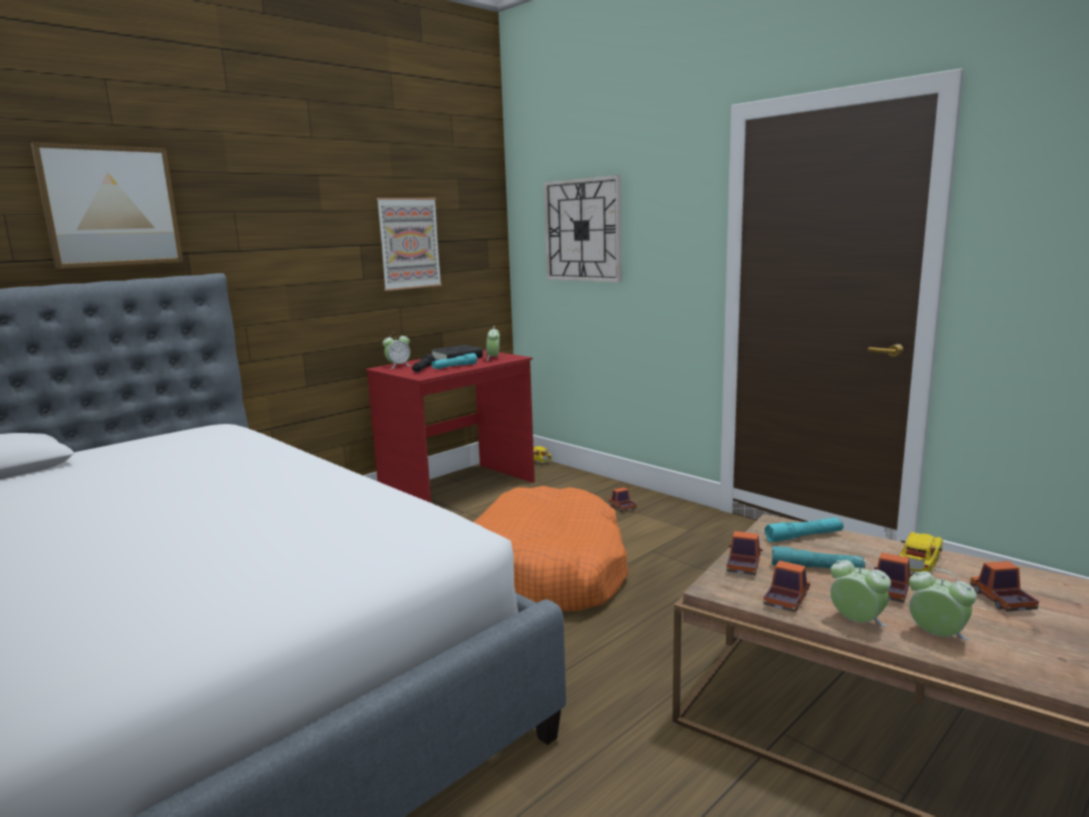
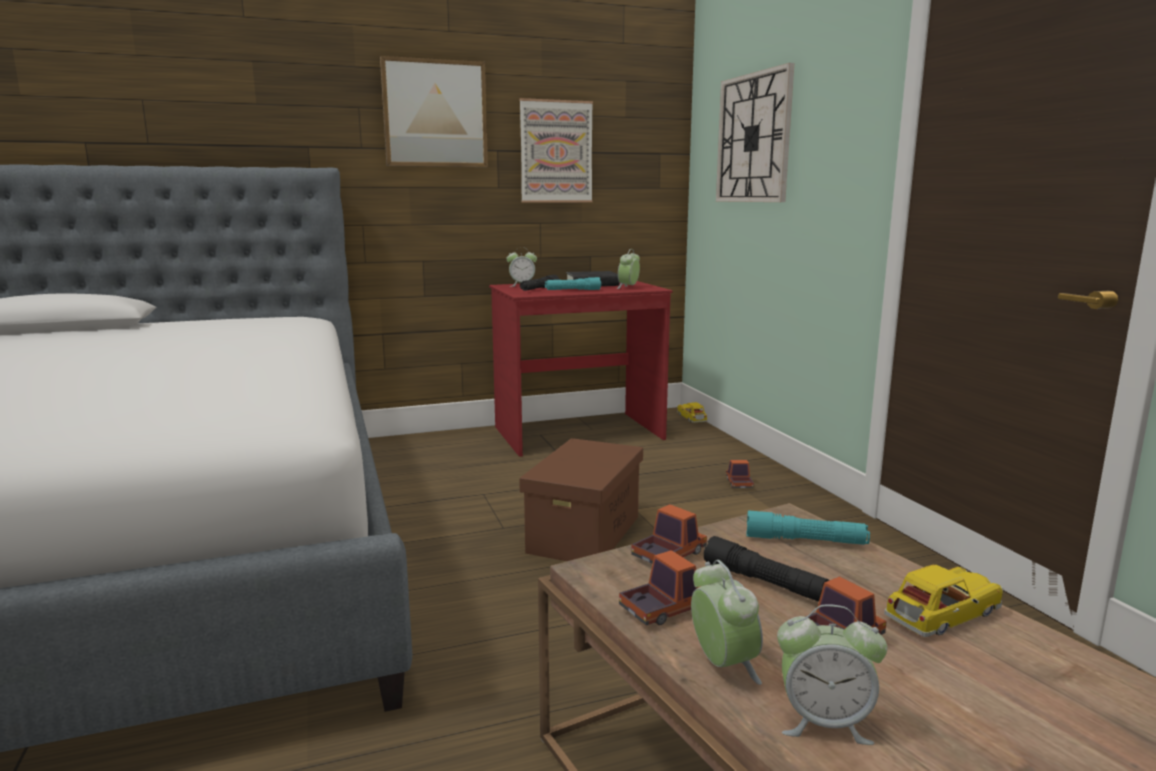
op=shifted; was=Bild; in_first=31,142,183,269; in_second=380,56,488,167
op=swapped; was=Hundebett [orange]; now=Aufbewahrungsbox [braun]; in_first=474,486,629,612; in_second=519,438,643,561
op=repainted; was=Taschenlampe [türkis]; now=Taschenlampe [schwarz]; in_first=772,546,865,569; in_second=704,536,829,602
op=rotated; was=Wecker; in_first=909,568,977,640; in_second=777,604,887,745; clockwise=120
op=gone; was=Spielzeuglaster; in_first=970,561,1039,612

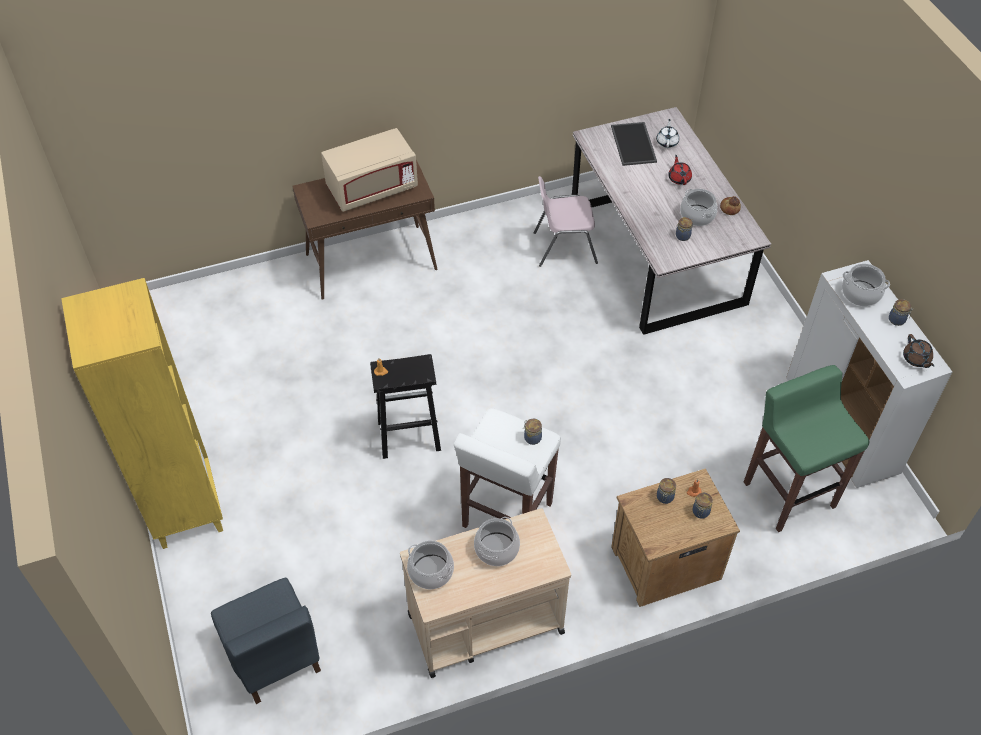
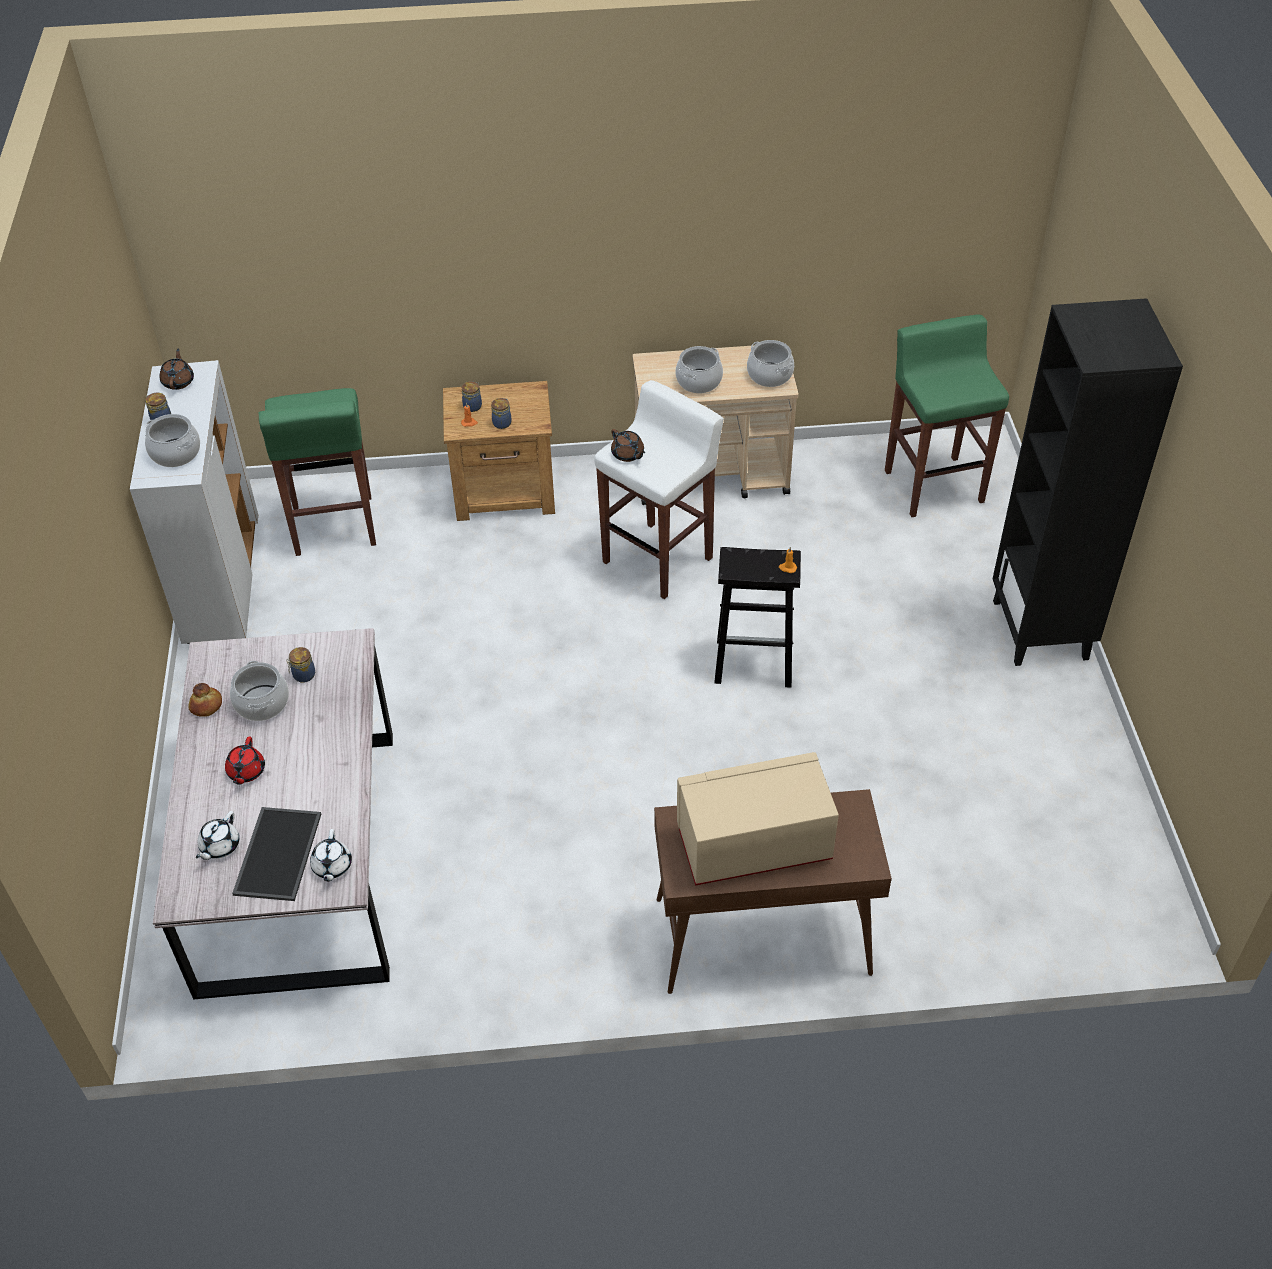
op=new; now=Teekanne [weiß]; in_second=310,829,352,881
op=swapped; was=Vorratsglas; now=Teekanne [braun]; in_first=523,419,542,445; in_second=611,429,645,462
op=swapped; was=Stuhl [blau]; now=Hocker [grün]; in_first=211,577,321,704; in_second=885,315,1009,517
op=repainted; was=Bücherregal [gelb]; now=Bücherregal [schwarz]; in_first=61,278,223,549; in_second=993,298,1183,666
op=gone; was=Stuhl [rosa]; in_first=533,176,598,267

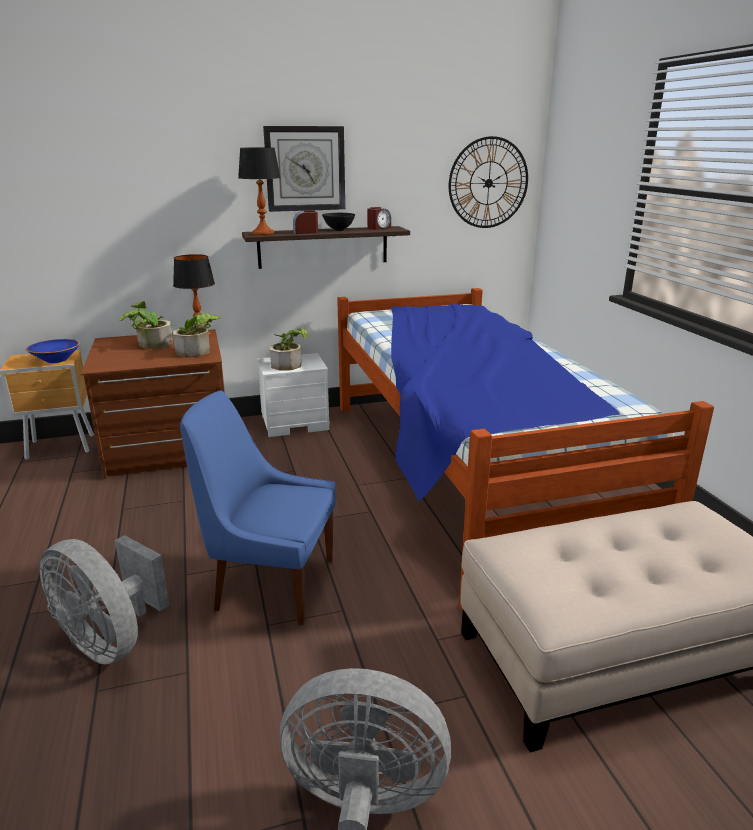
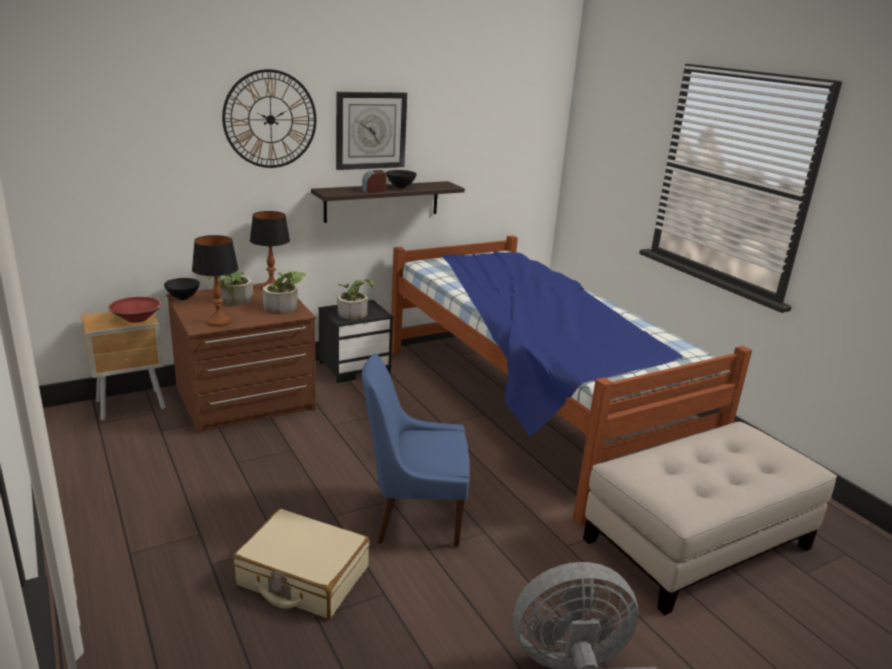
op=repainted; was=Schüssel [blau]; now=Schüssel [rot]; in_first=26,339,80,363; in_second=108,297,162,323
op=new; now=Schüssel [schwarz]; in_second=164,278,200,300
op=shifted; was=Tischlampe; in_first=238,147,281,236; in_second=192,235,239,327
op=shifted; was=Wanduhr; in_first=449,136,528,228; in_second=222,69,316,168
op=swapped; was=Ventilator [grau]; now=Koffer [beige]; in_first=39,535,169,665; in_second=232,508,370,619
op=repainted; was=Nachttisch [weiß]; now=Nachttisch [schwarz]; in_first=257,353,330,437; in_second=319,300,393,383
op=gone; was=Wecker; in_first=367,207,391,230

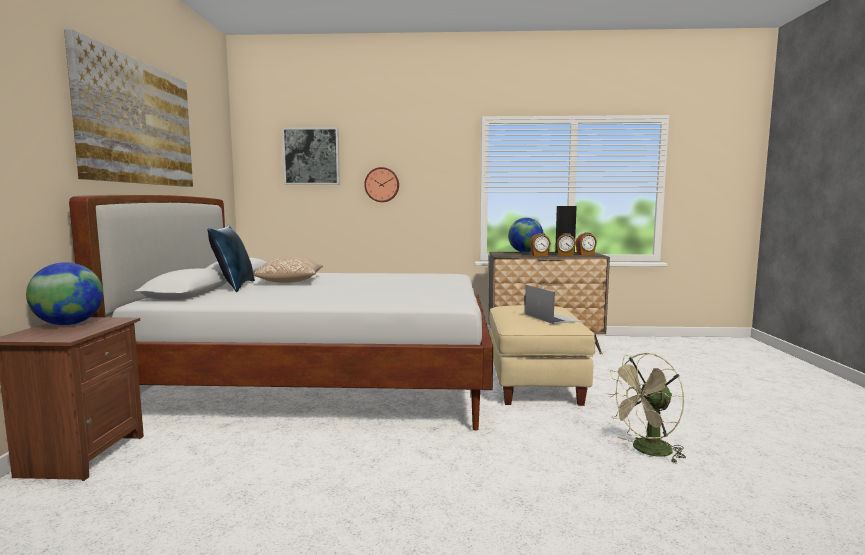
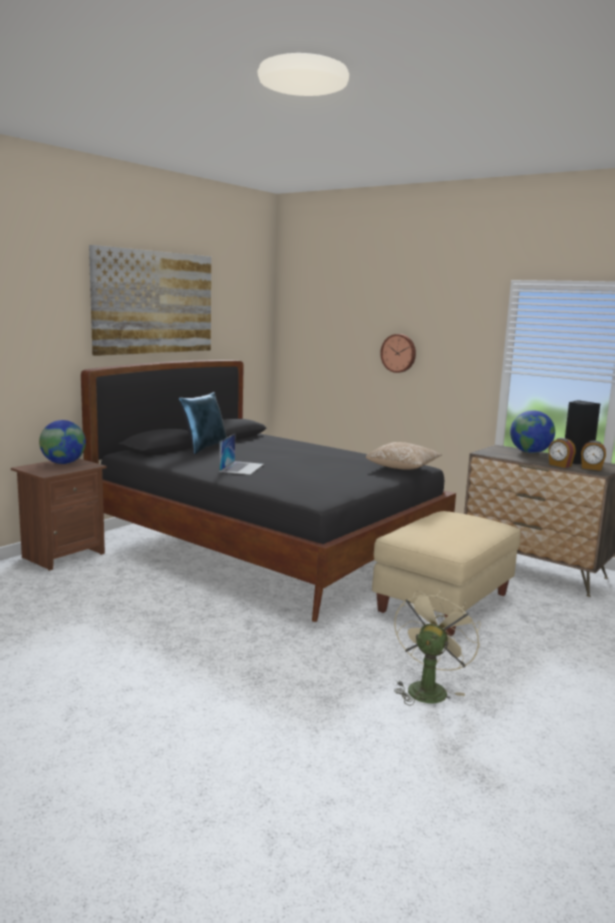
op=repainted; was=Bett [weiß]; now=Bett [schwarz]; in_first=69,195,493,431; in_second=81,360,456,622
op=shifted; was=Laptop; in_first=525,285,581,324; in_second=219,434,264,475
op=shifted; was=Kissen; in_first=254,257,323,283; in_second=366,442,442,470
op=rotated; was=Ventilator [beige]; in_first=606,353,686,464; in_second=394,588,481,706; clockwise=105
op=gone; was=Bild; in_first=282,127,340,185
op=gone; was=Wecker; in_first=530,233,551,256

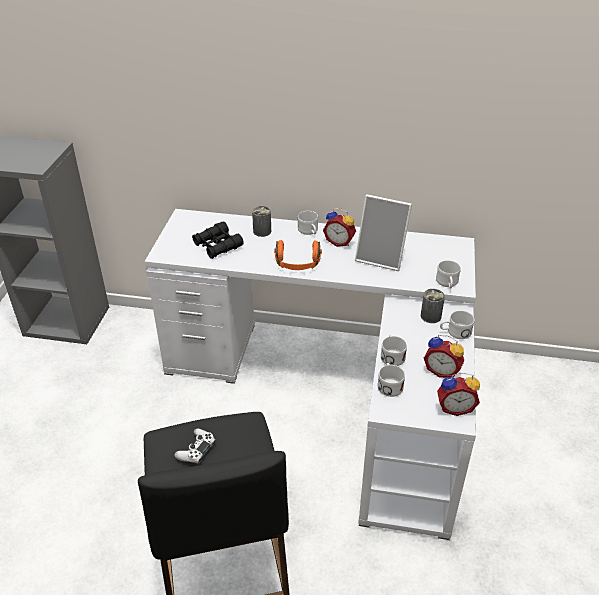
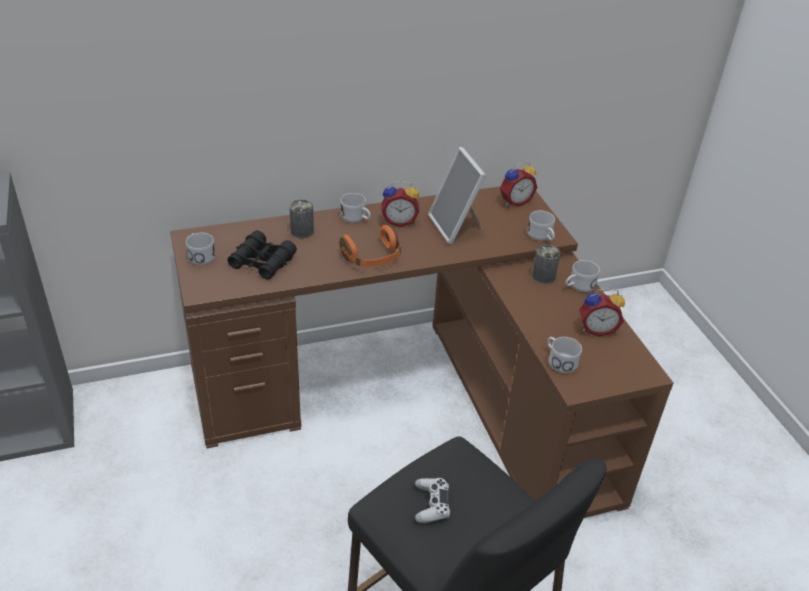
op=repainted; was=Schreibtisch [weiß]; now=Schreibtisch [braun]; in_first=145,209,476,540; in_second=170,187,673,518
op=shifted; was=Henkelbecher [weiß]; in_first=381,334,407,366; in_second=186,233,216,265
op=rotated; was=Bilderrahmen; in_first=355,194,412,271; in_second=428,147,486,244; clockwise=75
op=shifted; was=Wecker; in_first=437,373,480,416; in_second=500,161,537,206

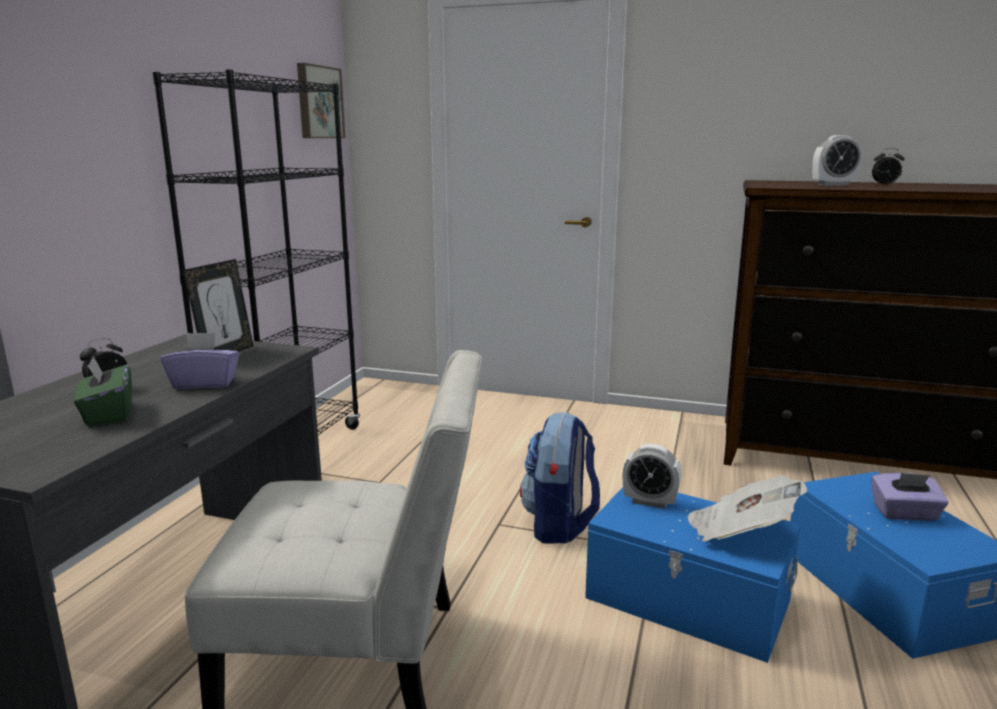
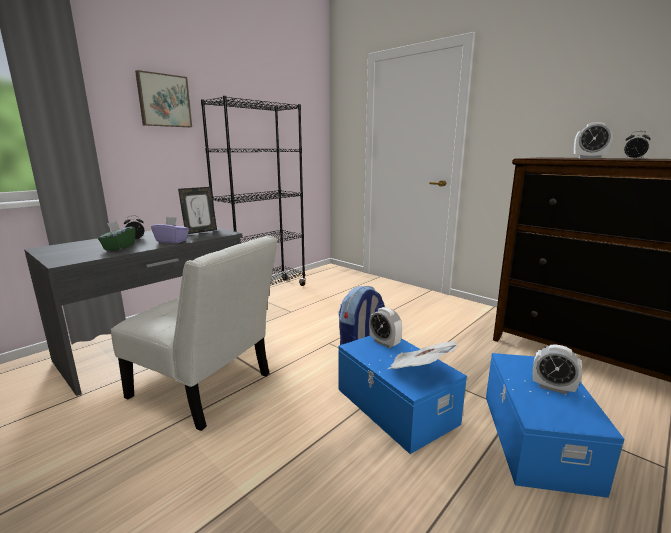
op=shifted; was=Bild; in_first=297,63,345,138; in_second=135,70,192,127
op=swapped; was=Taschentuchbox [lila]; now=Wecker; in_first=871,473,949,521; in_second=533,344,582,395

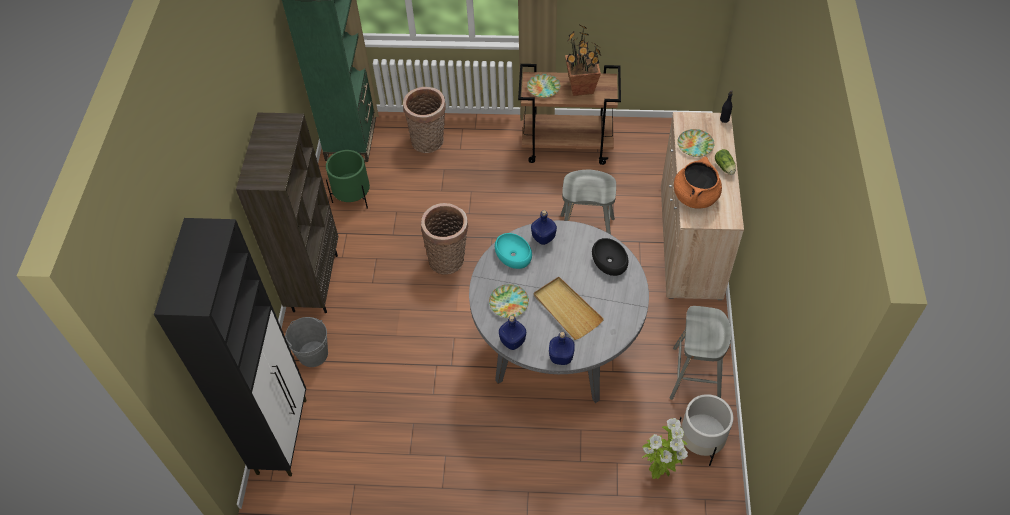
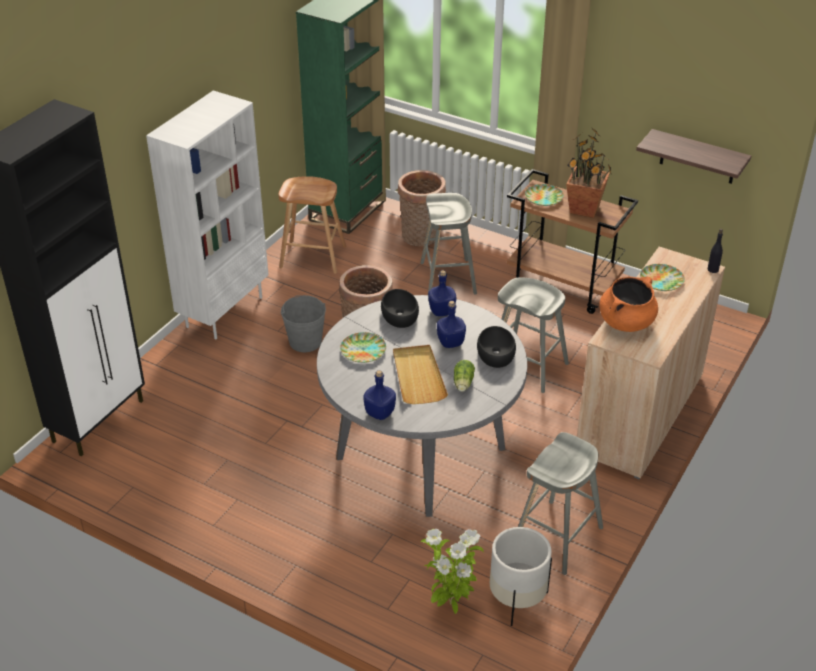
op=repainted; was=Bücherregal [braun]; now=Bücherregal [weiß]; in_first=236,113,338,313; in_second=146,90,269,339
op=swapped; was=Pflanzkübel [grün]; now=Hocker [braun]; in_first=326,150,370,209; in_second=279,176,346,274
op=shifted; was=Eimer [grau]; in_first=285,317,328,367; in_second=281,295,326,352
op=repainted; was=Schüssel [türkis]; now=Schüssel [schwarz]; in_first=495,233,532,269; in_second=381,289,419,328
op=new; now=Hocker [grau]; in_second=420,193,477,295
op=shifted; was=Flasche [blau]; in_first=499,315,526,350; in_second=437,301,466,348
op=shifted; was=Salatkopf; in_first=715,149,736,175; in_second=454,360,475,391
op=new; now=Wandregal; in_second=636,129,751,184

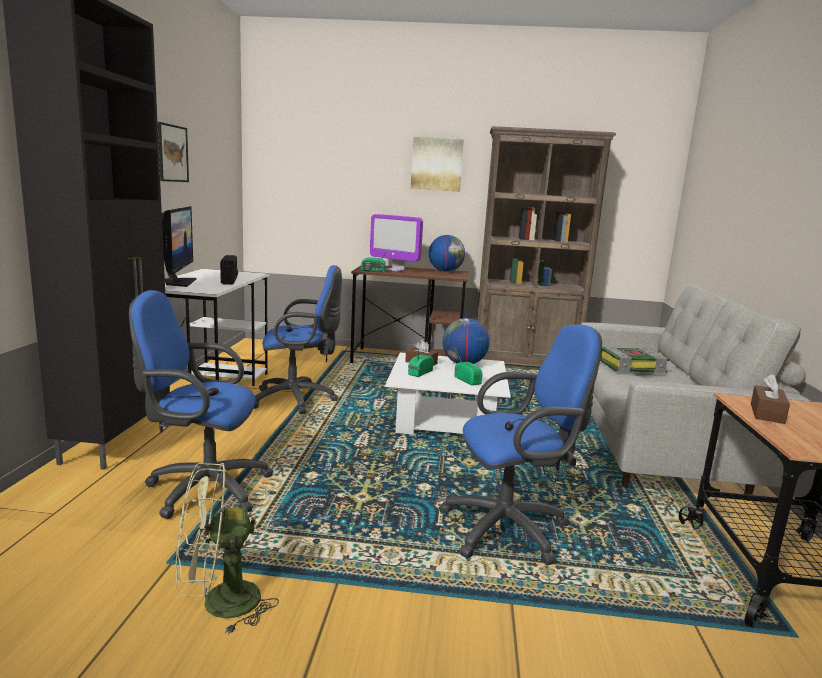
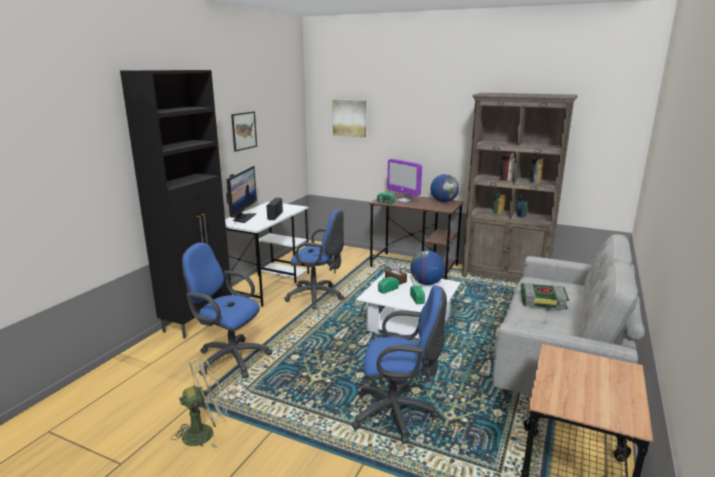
op=rotated; was=Ventilator [grün]; in_first=176,463,279,635; in_second=171,357,228,449; clockwise=150
op=shifted; was=Bild; in_first=411,137,464,192; in_second=332,99,366,137
op=gone; was=Taschentuchbox [braun]; in_first=751,374,790,424

